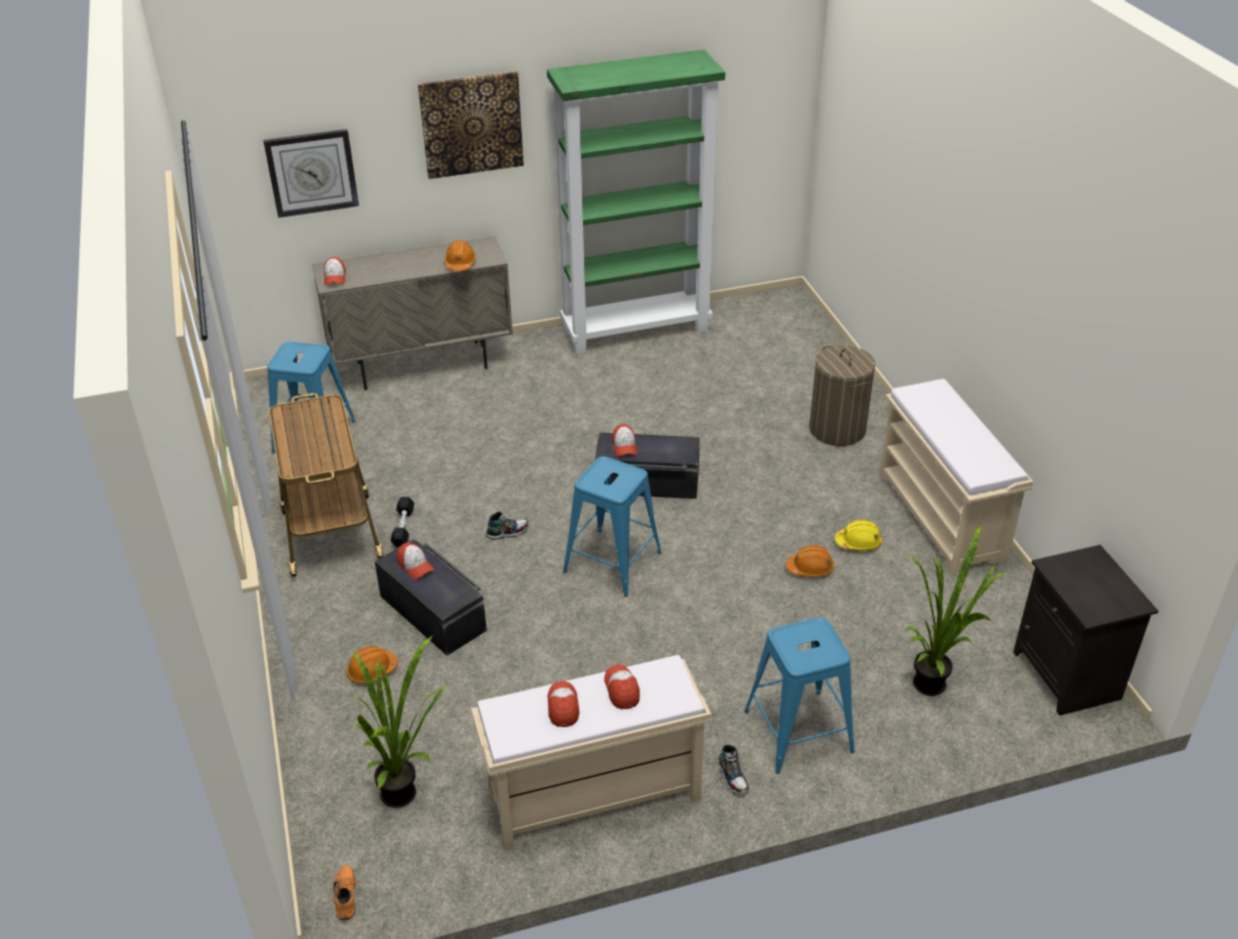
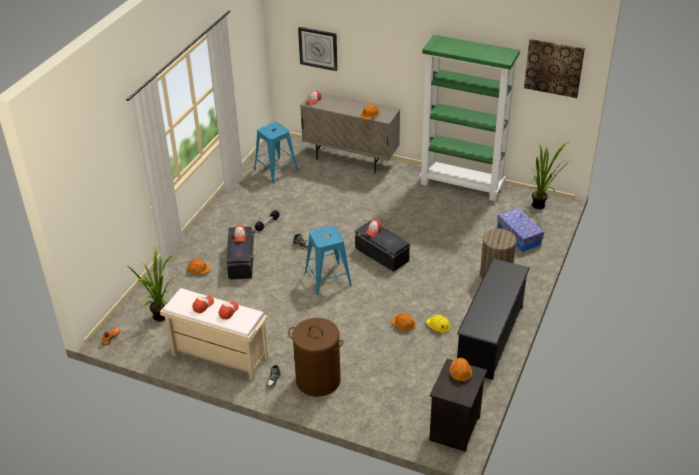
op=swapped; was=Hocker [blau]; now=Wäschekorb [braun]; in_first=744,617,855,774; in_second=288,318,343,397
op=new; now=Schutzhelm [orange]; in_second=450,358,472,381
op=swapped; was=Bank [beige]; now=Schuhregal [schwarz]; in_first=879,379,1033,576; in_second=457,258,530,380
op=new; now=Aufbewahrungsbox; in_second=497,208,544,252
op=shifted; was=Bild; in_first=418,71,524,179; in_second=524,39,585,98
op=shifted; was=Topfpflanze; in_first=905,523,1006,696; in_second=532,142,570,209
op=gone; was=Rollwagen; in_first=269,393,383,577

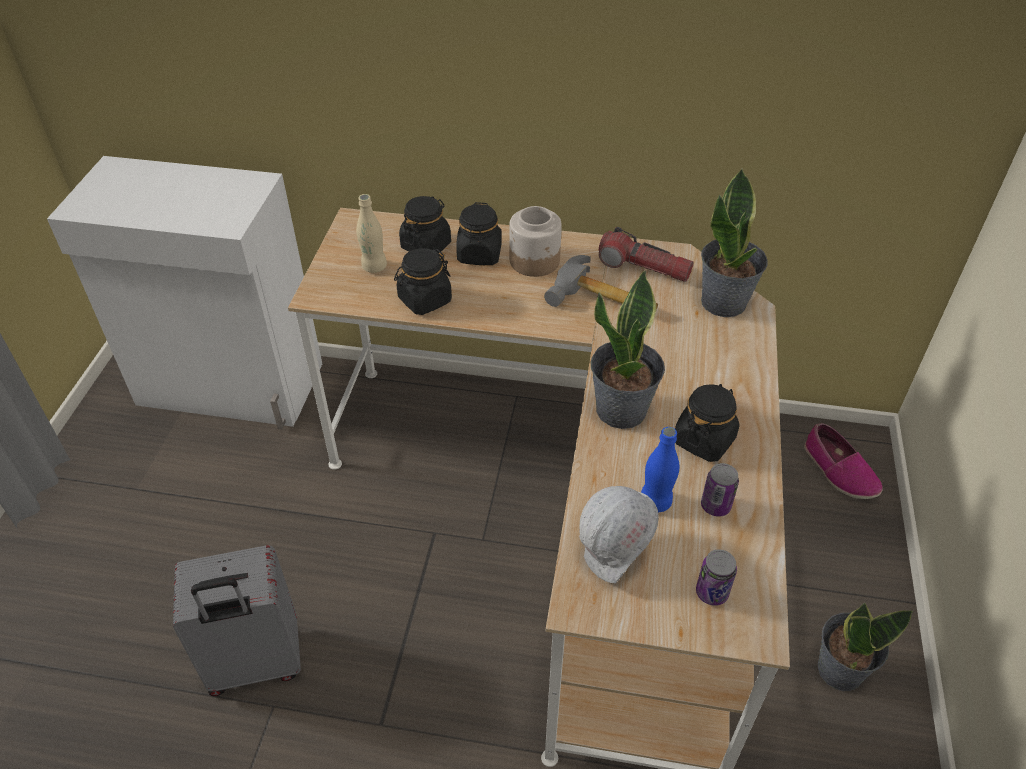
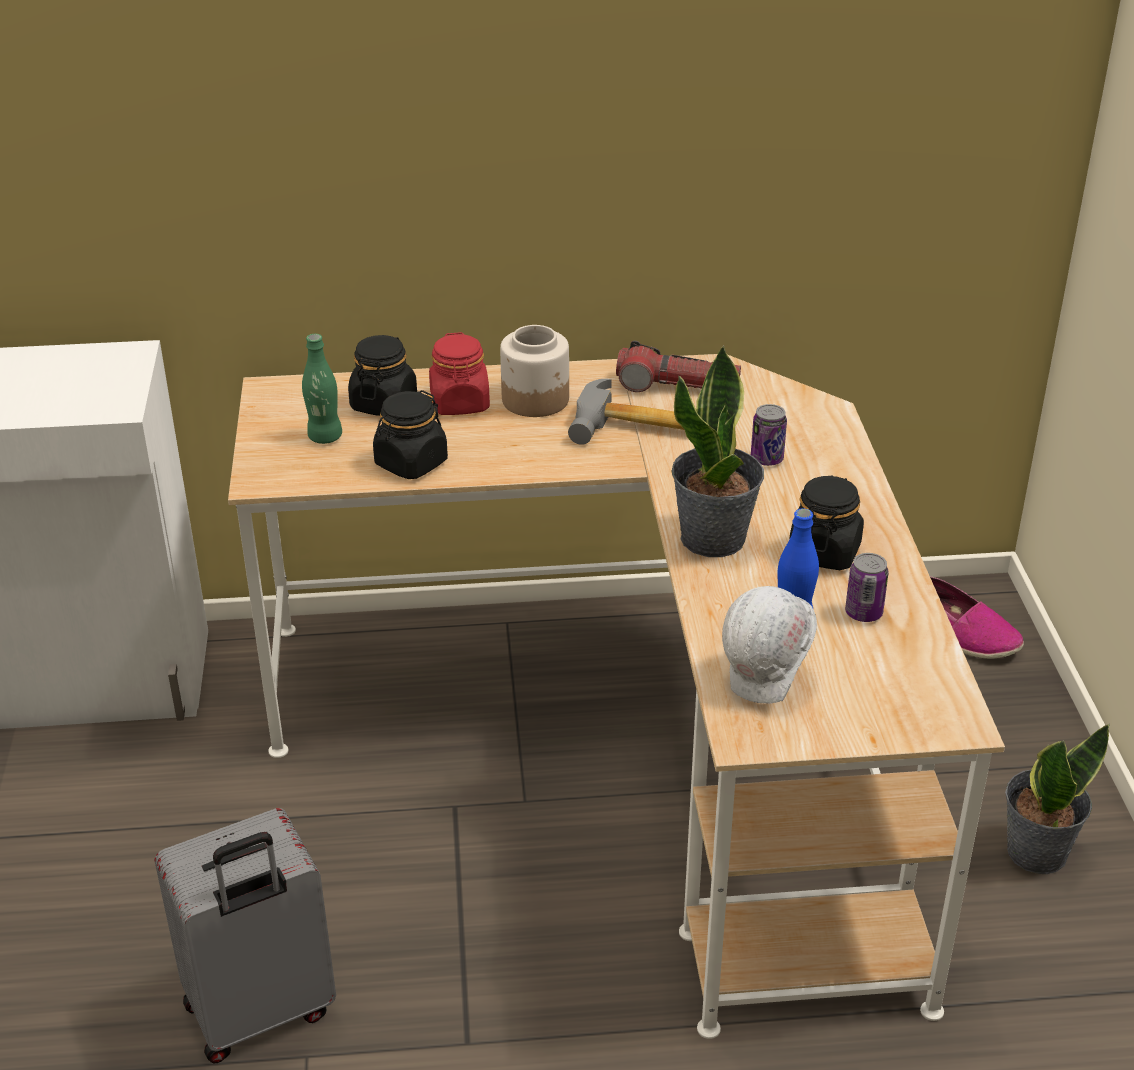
op=repainted; was=Flasche [beige]; now=Flasche [grün]; in_first=356,194,387,273; in_second=302,334,342,444
op=repainted; was=Vorratsglas [schwarz]; now=Vorratsglas [rot]; in_first=456,202,502,265; in_second=429,332,490,415
op=shifted; was=Dose; in_first=696,549,737,606; in_second=751,404,787,466
op=gone; was=Topfpflanze; in_first=701,168,768,317

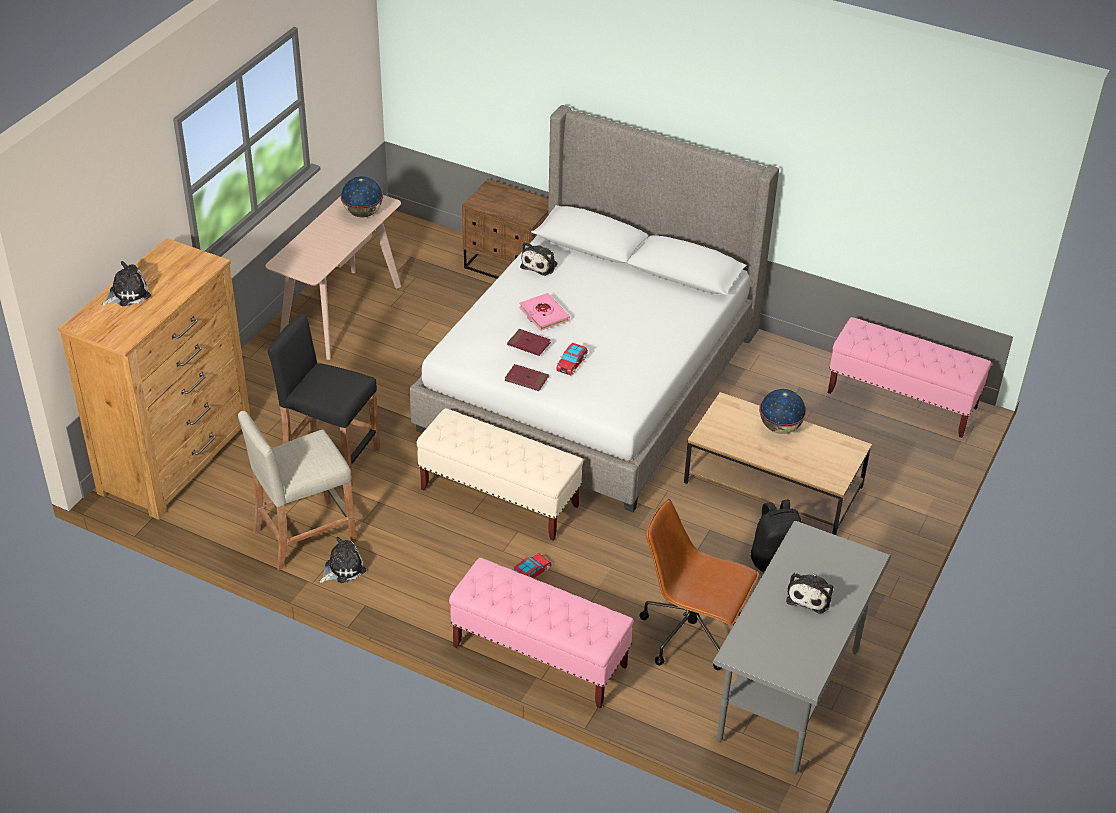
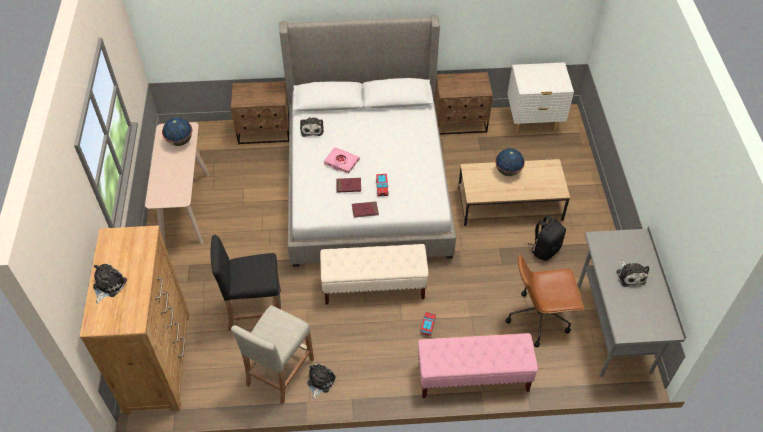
op=new; now=Nachttisch [braun]; in_second=435,72,493,135
op=swapped; was=Bank [rosa]; now=Nachttisch [weiß]; in_first=828,317,991,438; in_second=507,62,574,133

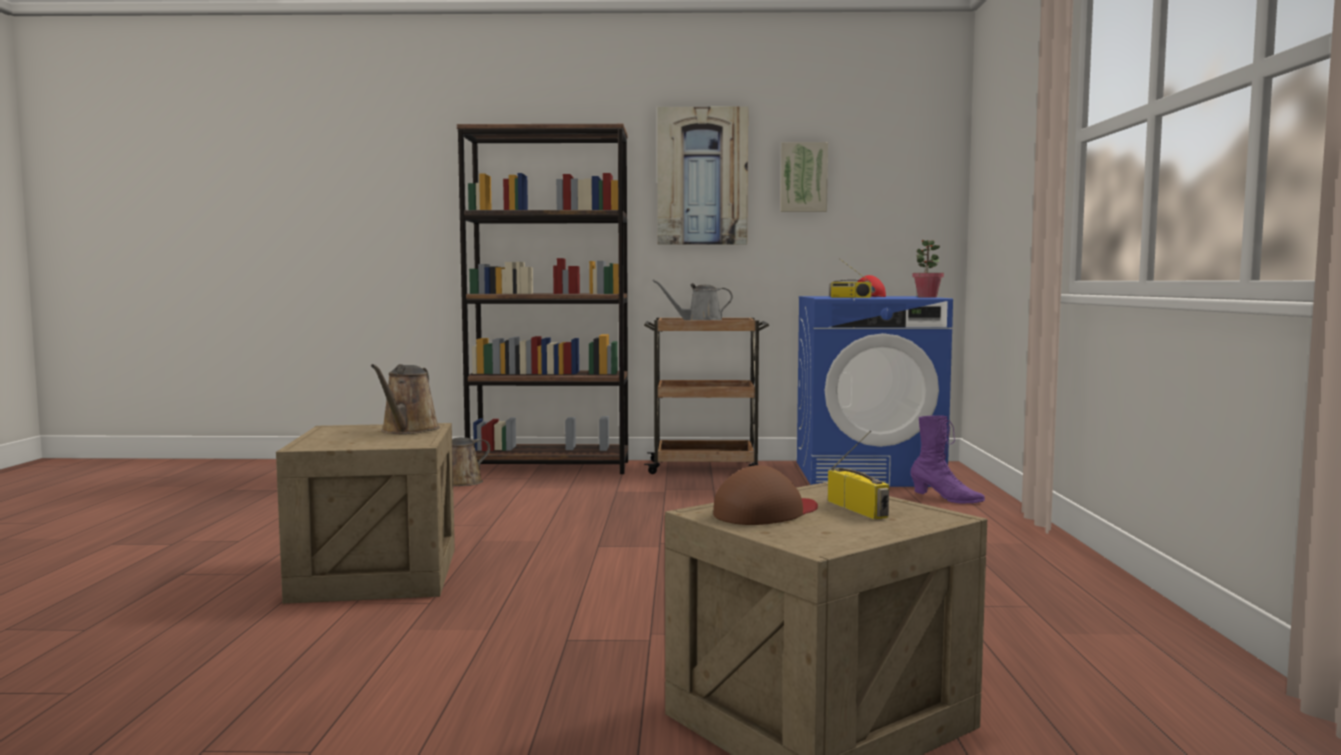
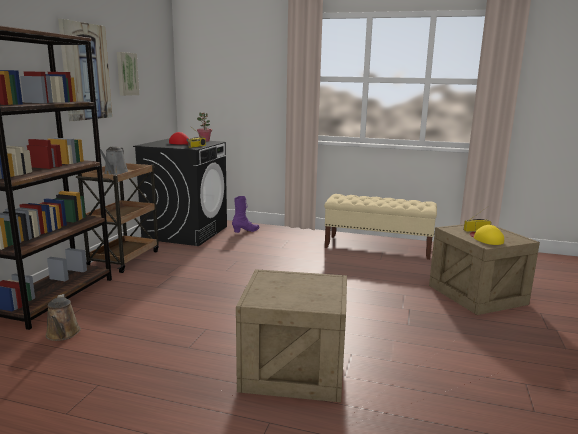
op=repainted; was=Waschmaschine [blau]; now=Waschmaschine [schwarz]; in_first=797,296,953,487; in_second=133,138,227,246
op=new; now=Bank [beige]; in_second=324,194,437,260
op=repainted; was=Kappe [braun]; now=Kappe [gelb]; in_first=713,465,818,525; in_second=470,225,504,245
op=gone; was=Gießkanne [braun]; in_first=371,364,440,434

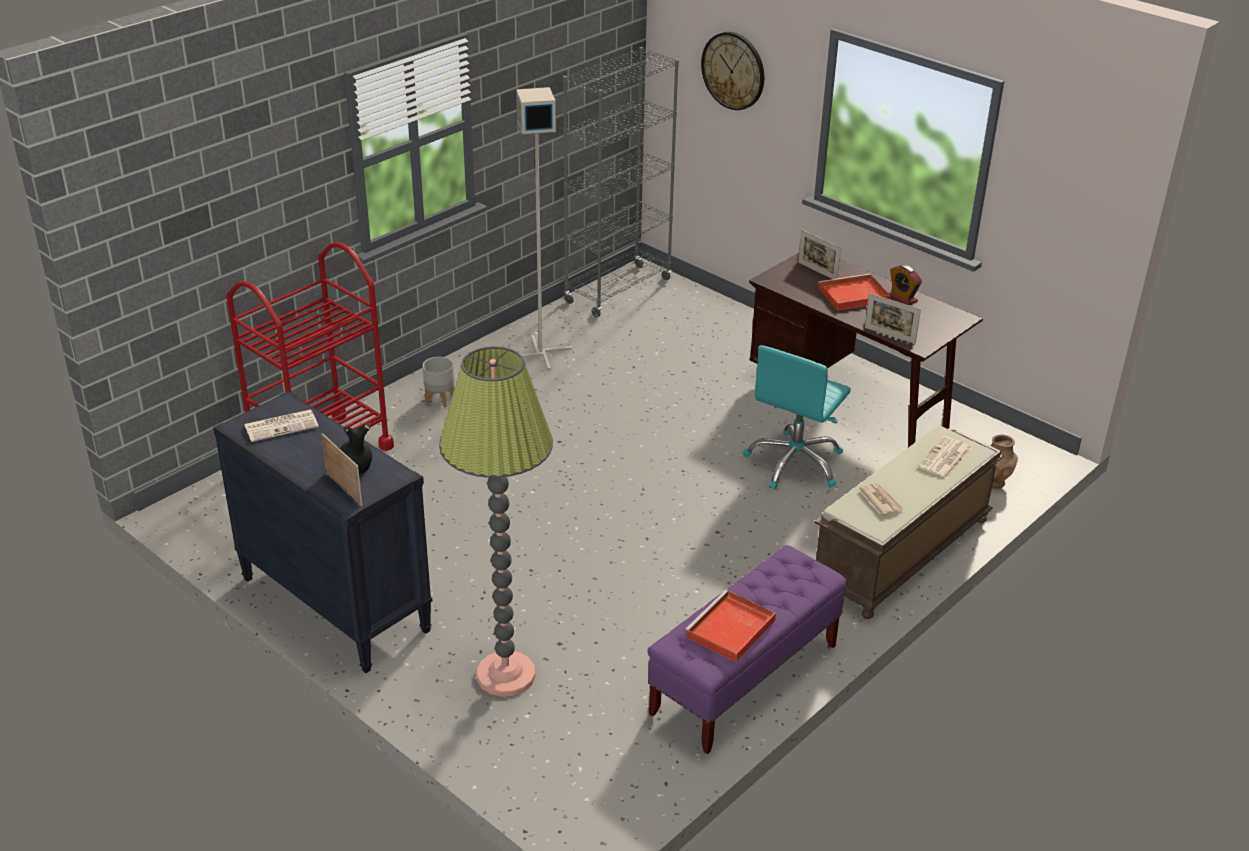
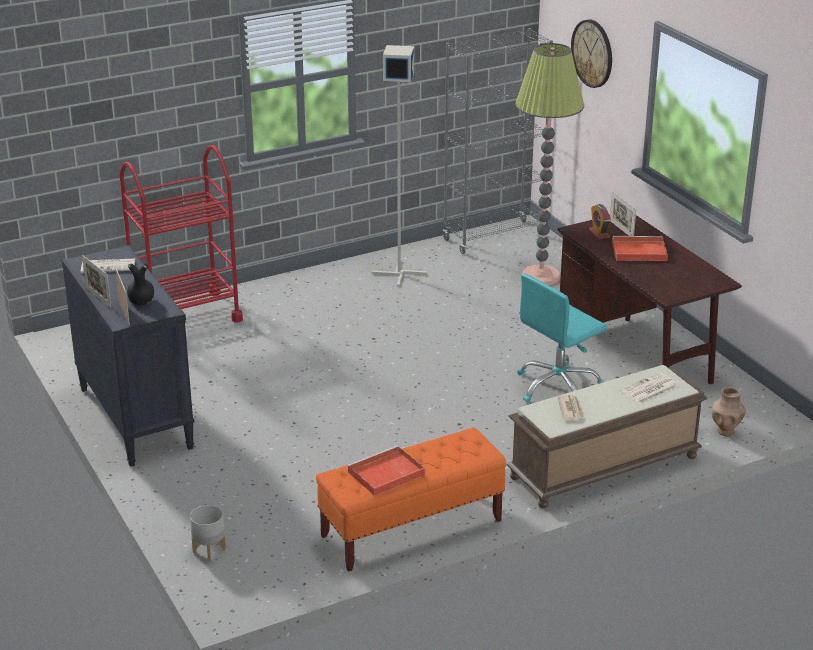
op=shifted; was=Bilderrahmen; in_first=865,293,921,344; in_second=82,255,111,308
op=shifted; was=Pflanzkübel [grau]; in_first=423,357,454,408; in_second=190,505,226,561
op=repainted; was=Bank [lila]; now=Bank [orange]; in_first=647,545,847,754; in_second=316,428,506,572
op=shifted; was=Stehlampe; in_first=439,346,553,697; in_second=515,43,584,285
op=shifted; was=Wecker; in_first=889,265,922,305; in_second=589,204,611,239

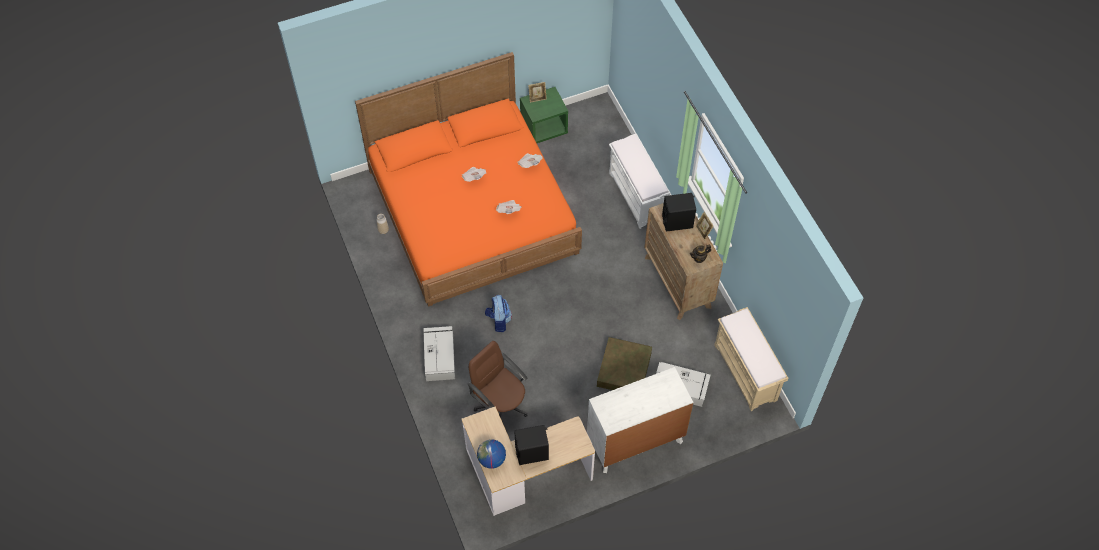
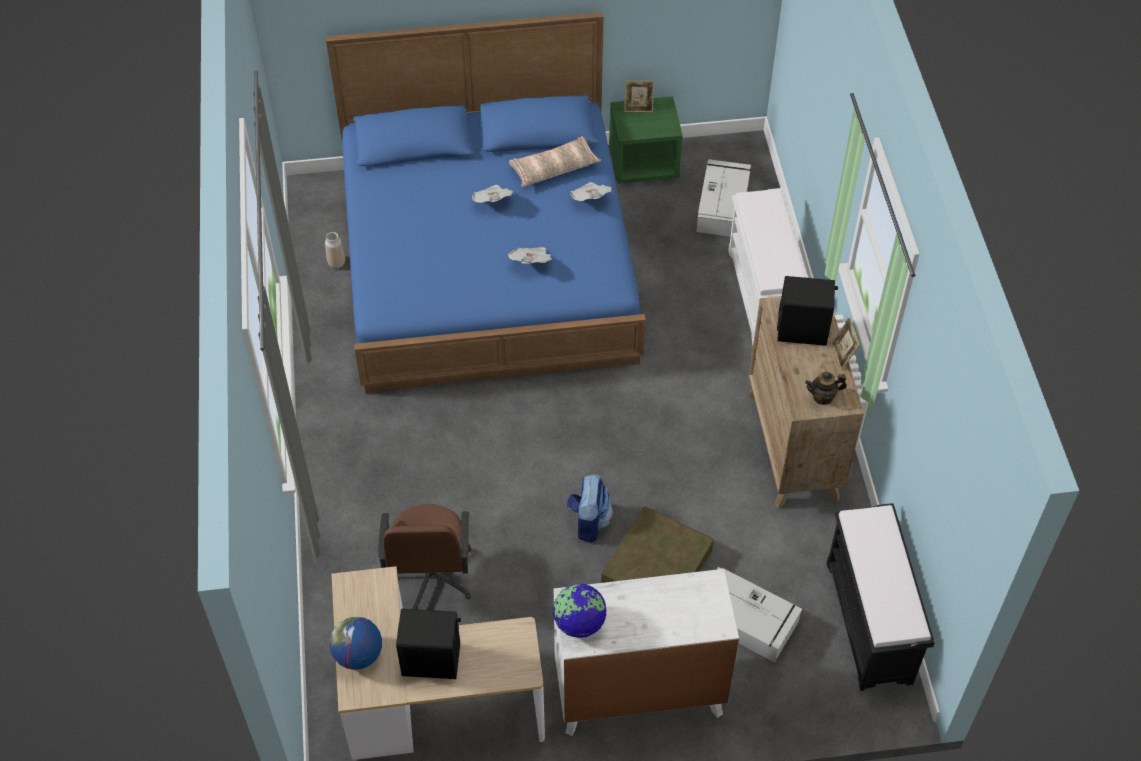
op=repainted; was=Bett [orange]; now=Bett [blau]; in_first=355,52,582,307; in_second=326,12,646,393
op=rotated; was=Bürostuhl [braun]; in_first=468,341,528,418; in_second=378,504,471,610; clockwise=-150
op=new; now=Kissen; in_second=509,136,601,187
op=new; now=Globus; in_second=553,584,607,638
op=shifted; was=Rucksack; in_first=485,295,512,332; in_second=567,474,613,543
op=shifted; was=Aufbewahrungsbox [grau]; in_first=423,326,455,381; in_second=696,159,751,237
op=repainted; was=Bank [beige]; now=Bank [schwarz]; in_first=714,307,788,411; in_second=827,503,935,691

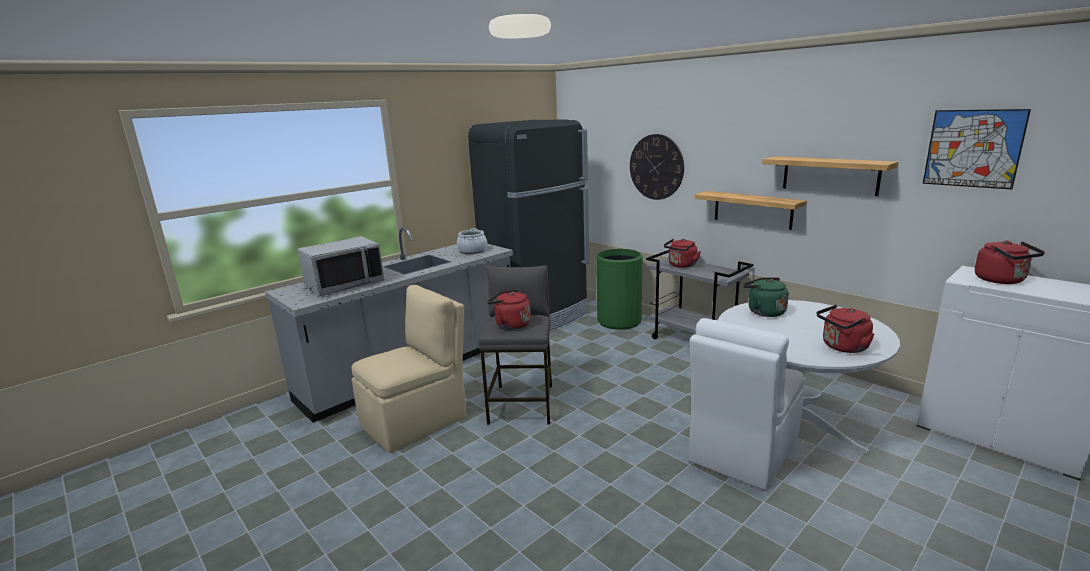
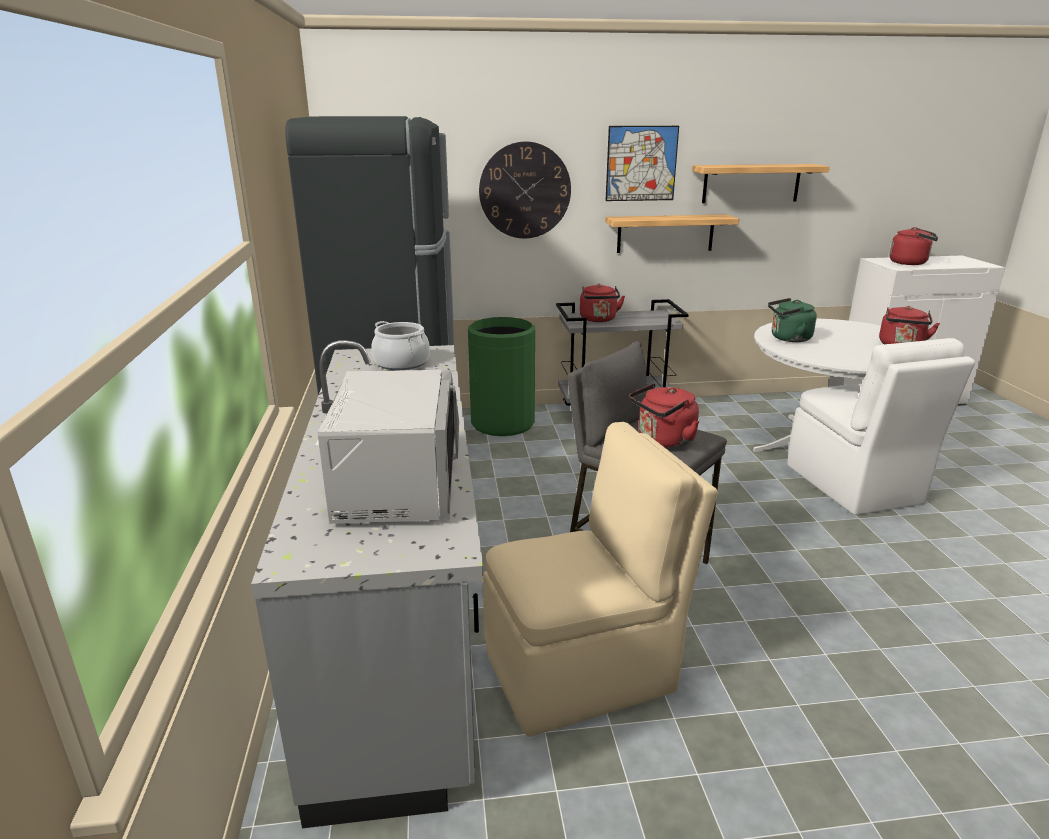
op=rotated; was=Stuhl [beige]; in_first=351,285,467,453; in_second=483,422,718,737; clockwise=75
op=shifted; was=Bild; in_first=923,109,1031,190; in_second=605,126,679,201

